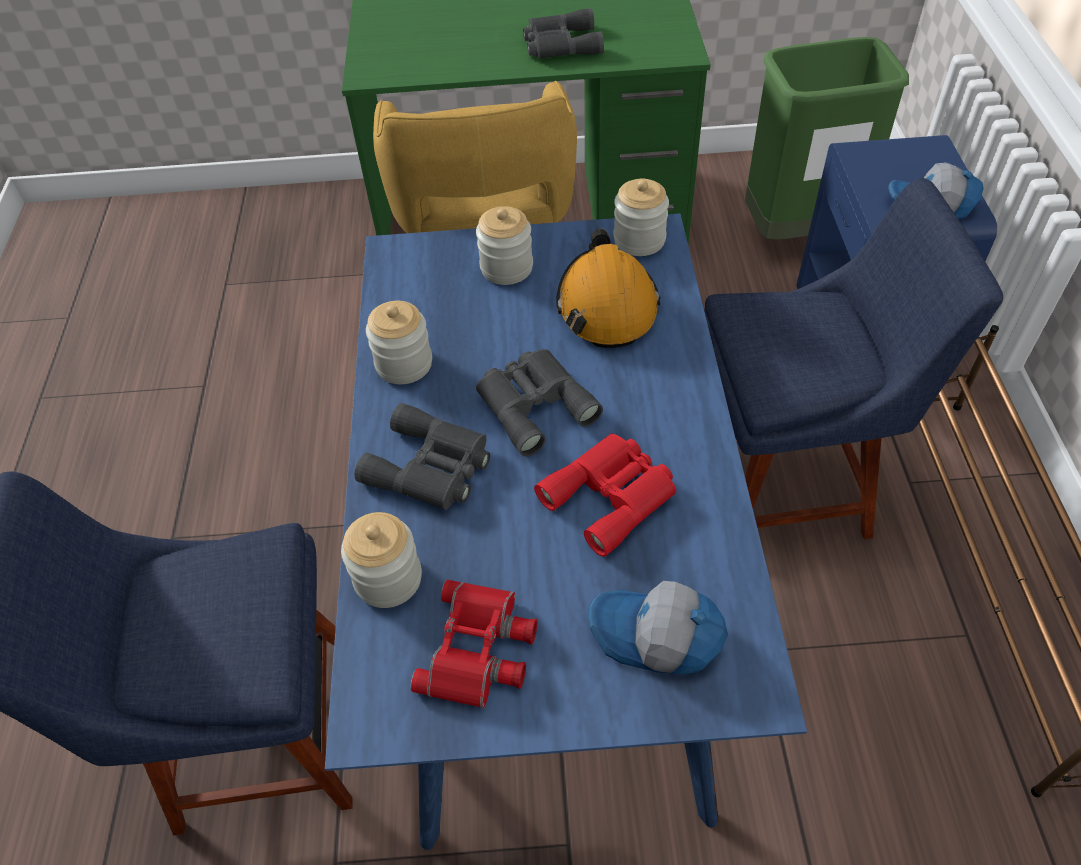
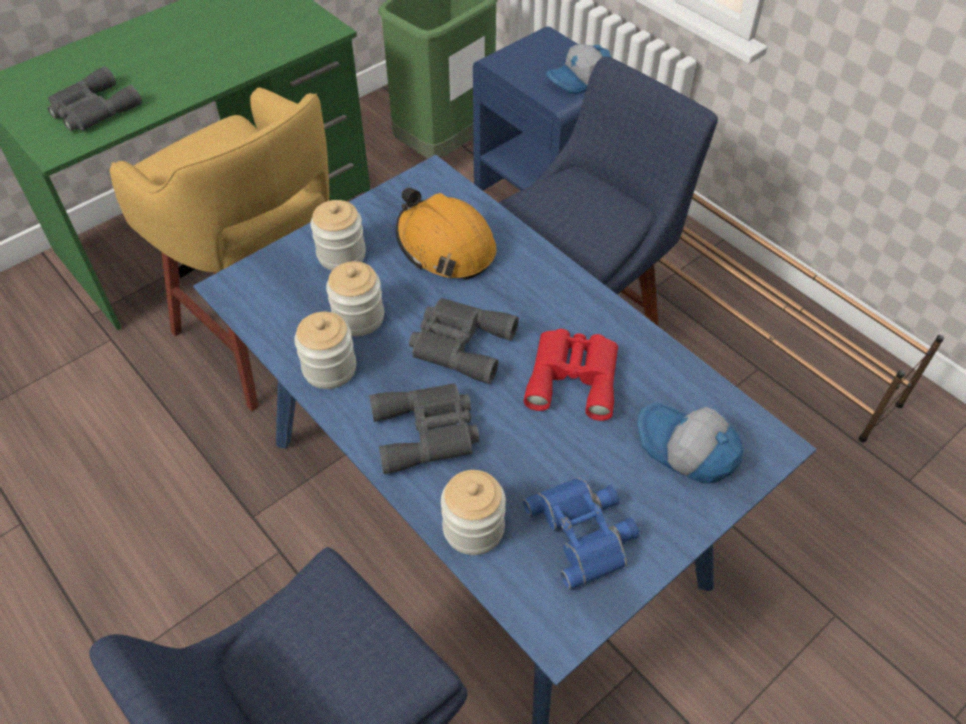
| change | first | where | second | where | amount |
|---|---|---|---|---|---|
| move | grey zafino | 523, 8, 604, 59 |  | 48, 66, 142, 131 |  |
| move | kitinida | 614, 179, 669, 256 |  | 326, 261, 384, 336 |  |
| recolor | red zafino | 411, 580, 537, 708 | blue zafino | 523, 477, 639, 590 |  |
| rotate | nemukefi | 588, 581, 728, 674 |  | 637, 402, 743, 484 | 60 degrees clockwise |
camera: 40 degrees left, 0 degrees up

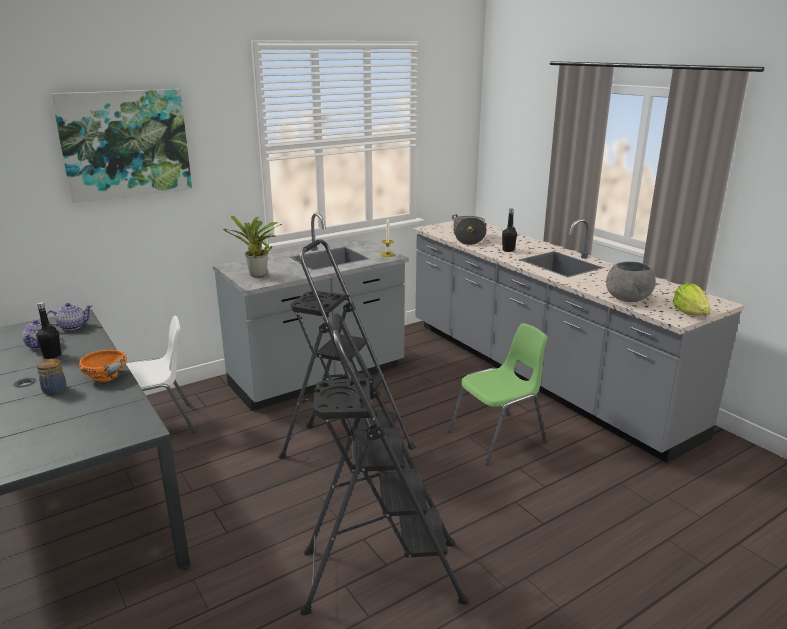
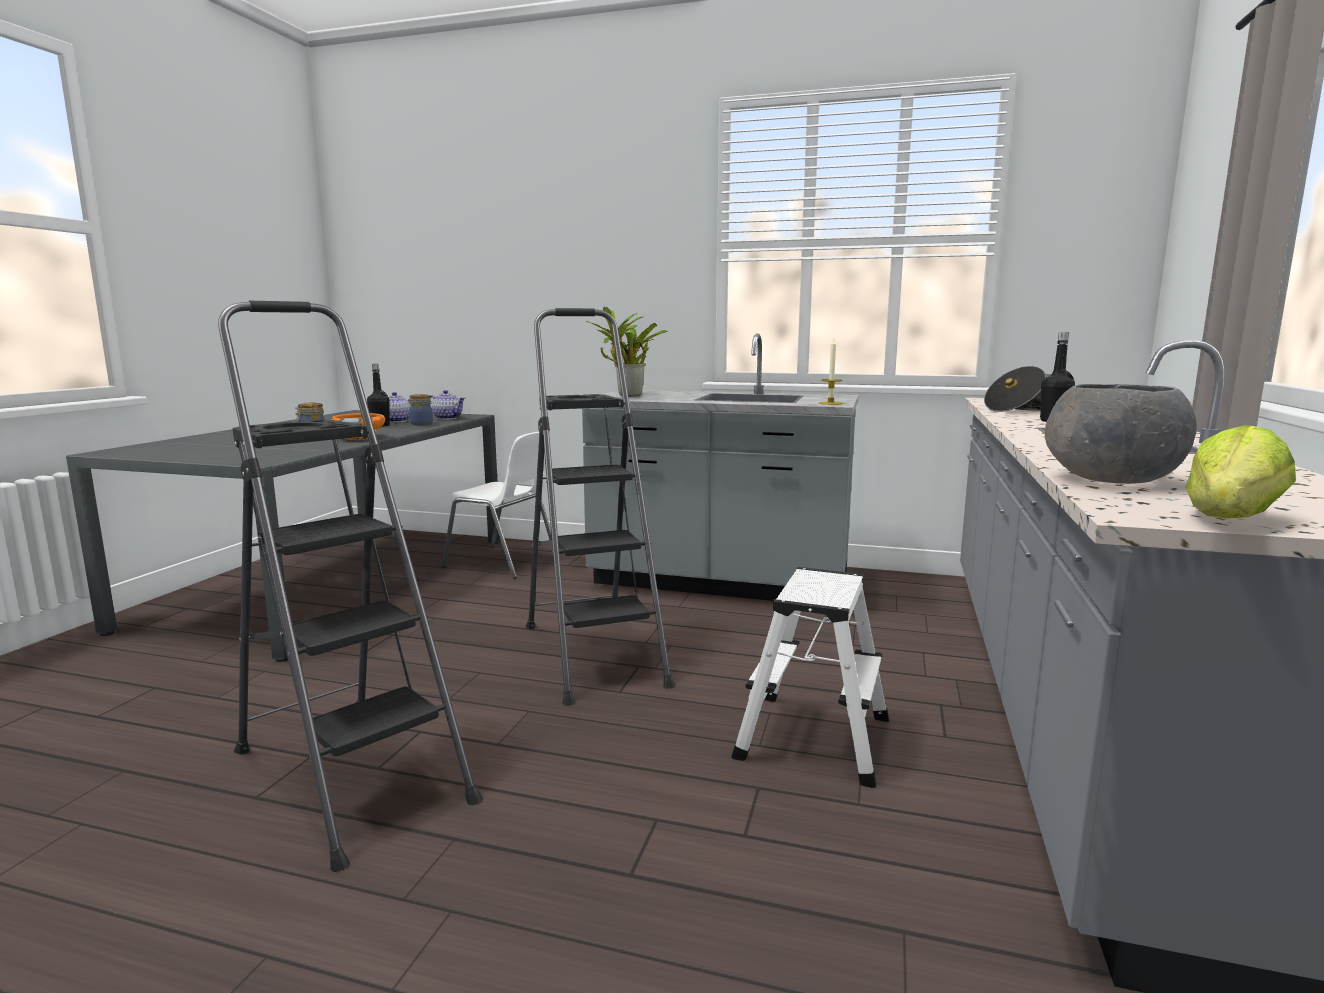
| change | first | where | second | where | amount |
|---|---|---|---|---|---|
| insert |  |  | kitinida | 409, 394, 433, 426 |  |
| replace | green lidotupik | 448, 323, 547, 465 | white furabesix | 731, 567, 889, 788 |  |
| delete | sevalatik | 51, 89, 192, 203 |  |  |  |
camera: 50 degrees right, 10 degrees down

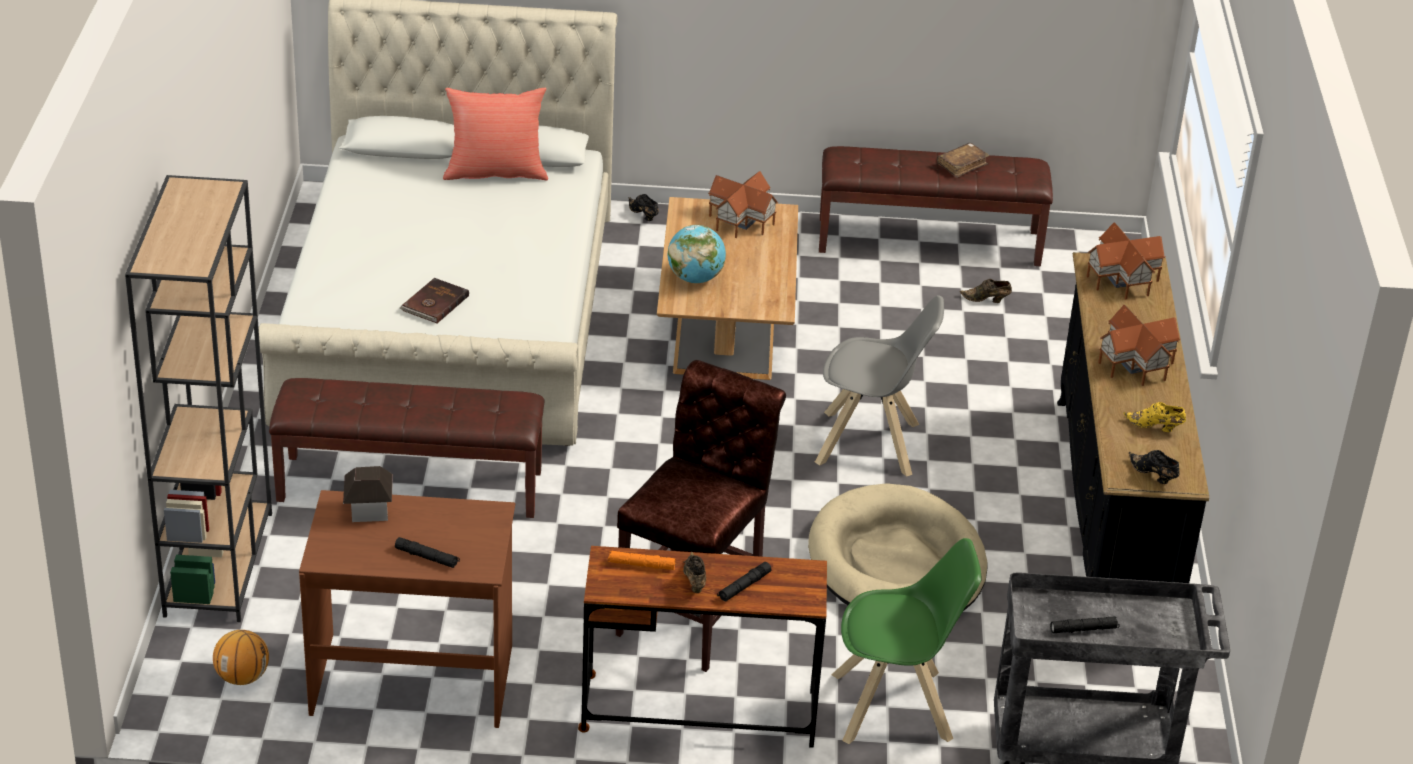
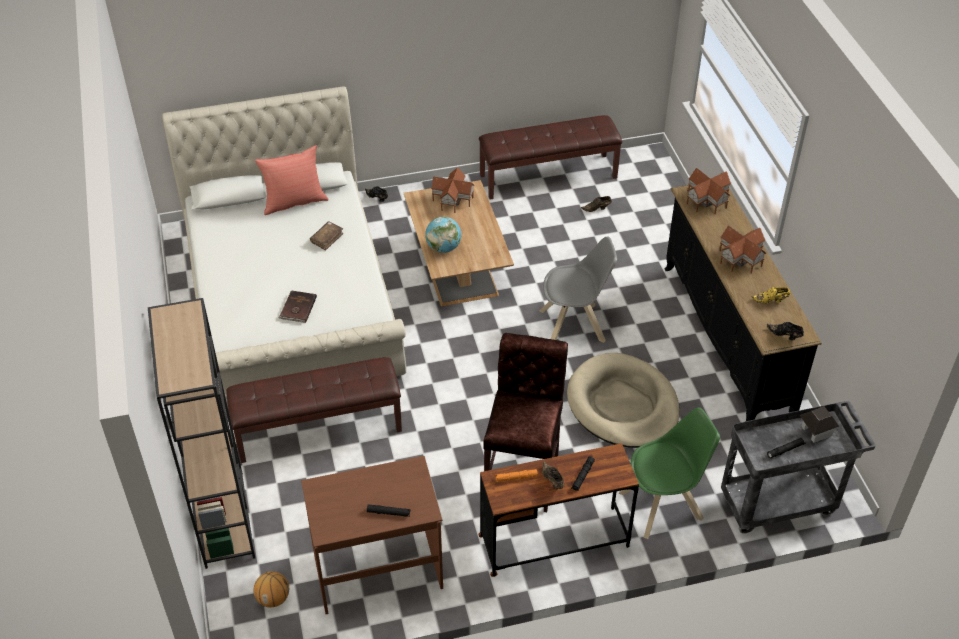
| change | first | where | second | where | amount |
|---|---|---|---|---|---|
| move | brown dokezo | 937, 143, 990, 178 |  | 310, 222, 344, 250 |  |
| move | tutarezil | 343, 466, 393, 522 |  | 800, 406, 839, 443 |  |
camera: 15 degrees left, 10 degrees up

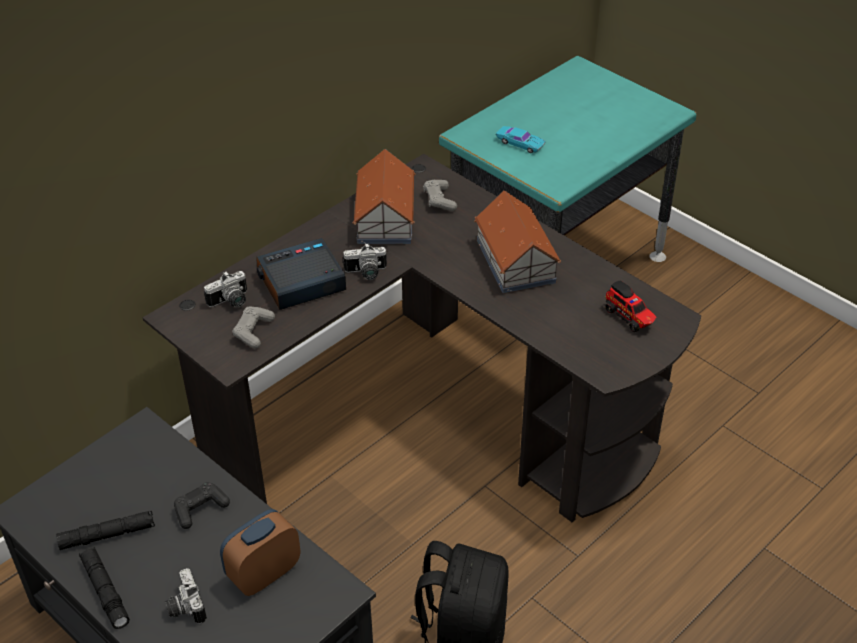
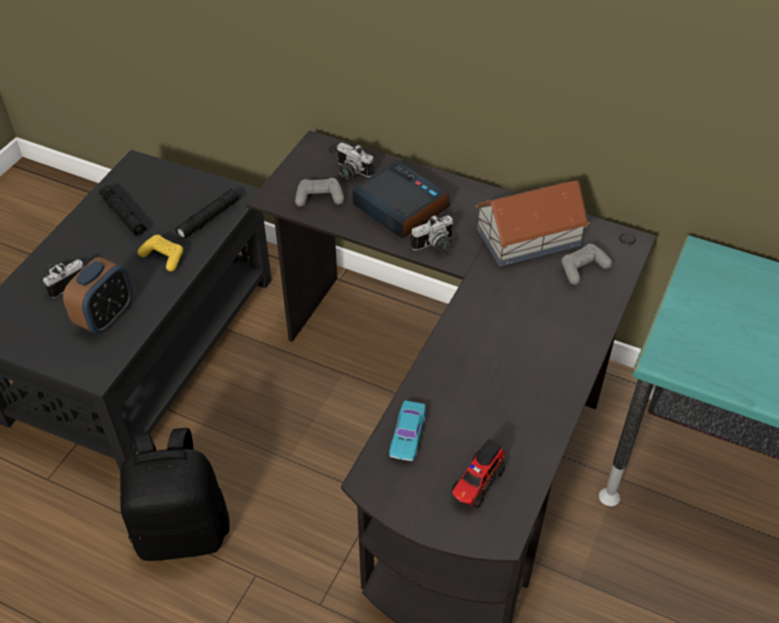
| change | first | where | second | where | amount |
|---|---|---|---|---|---|
| rotate | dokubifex | 220, 509, 300, 596 |  | 63, 257, 132, 334 | 90 degrees clockwise |
| recolor | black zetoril | 174, 482, 230, 529 | yellow zetoril | 138, 235, 183, 271 |  |
| move | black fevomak | 79, 547, 130, 629 |  | 176, 189, 241, 239 |  |
| move | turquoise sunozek | 496, 126, 545, 153 |  | 389, 401, 426, 461 |  |
| rotate | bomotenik | 343, 243, 387, 280 |  | 411, 215, 453, 253 | 90 degrees counterclockwise |
| delete | tutarezil | 474, 190, 561, 293 |  |  |  |
camera: 70 degrees right, 5 degrees up

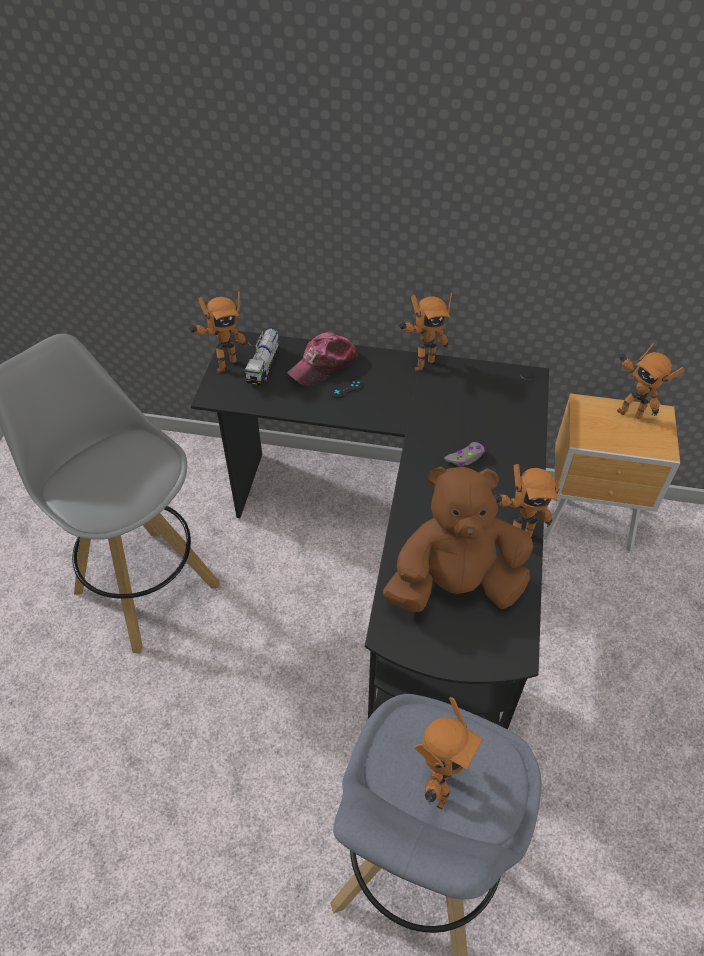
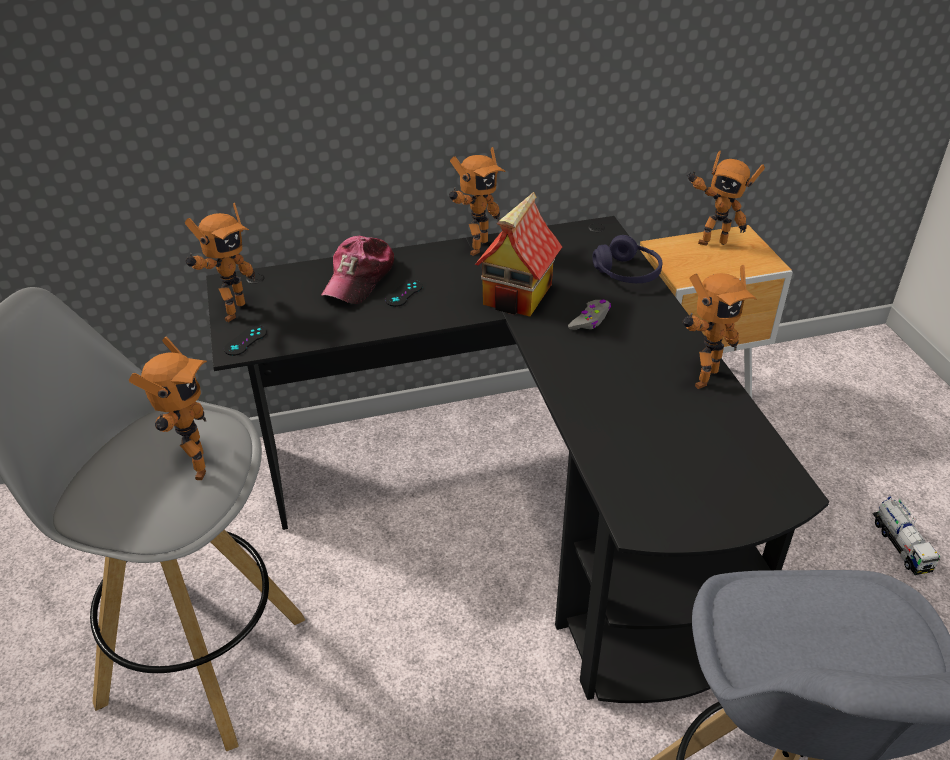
| change | first | where | second | where | amount |
|---|---|---|---|---|---|
| move | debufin | 415, 697, 483, 810 |  | 129, 337, 207, 480 |  |
| insert |  |  | black zetoril | 224, 326, 267, 356 |  |
| insert |  |  | tutarezil | 475, 192, 562, 317 |  |
| insert |  |  | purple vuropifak | 593, 235, 662, 283 |  |
| move | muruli | 245, 327, 280, 386 |  | 873, 497, 940, 575 |  |
| delete | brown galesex | 383, 467, 533, 612 |  |  |  |
camera: 25 degrees left, 10 degrees down

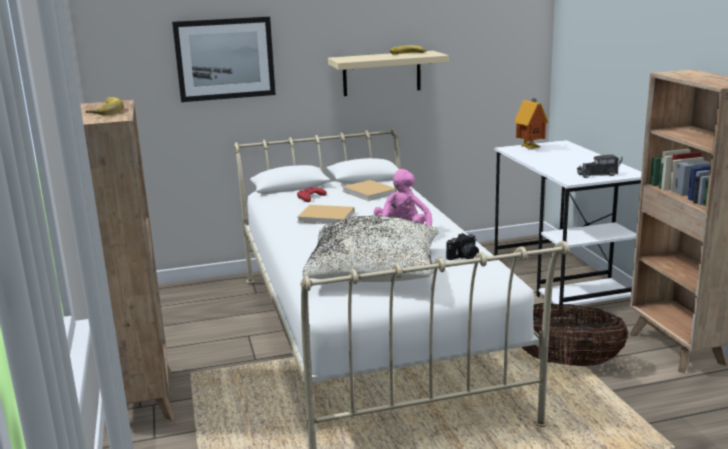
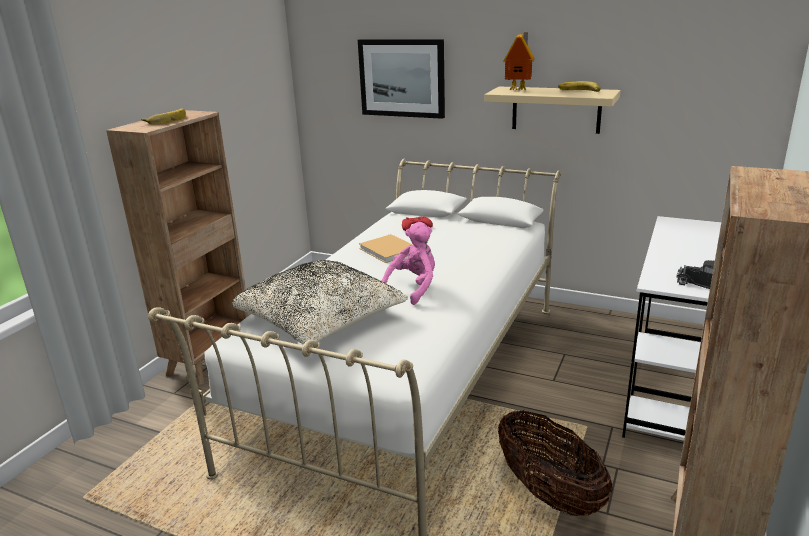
| change | first | where | second | where | amount |
|---|---|---|---|---|---|
| move | tutarezil | 514, 98, 548, 149 |  | 503, 32, 534, 90 |  |
| delete | beige dokezo | 342, 180, 397, 201 |  |  |  |
| delete | bomotenik | 446, 233, 479, 260 |  |  |  |
camera: 40 degrees right, 5 degrees up

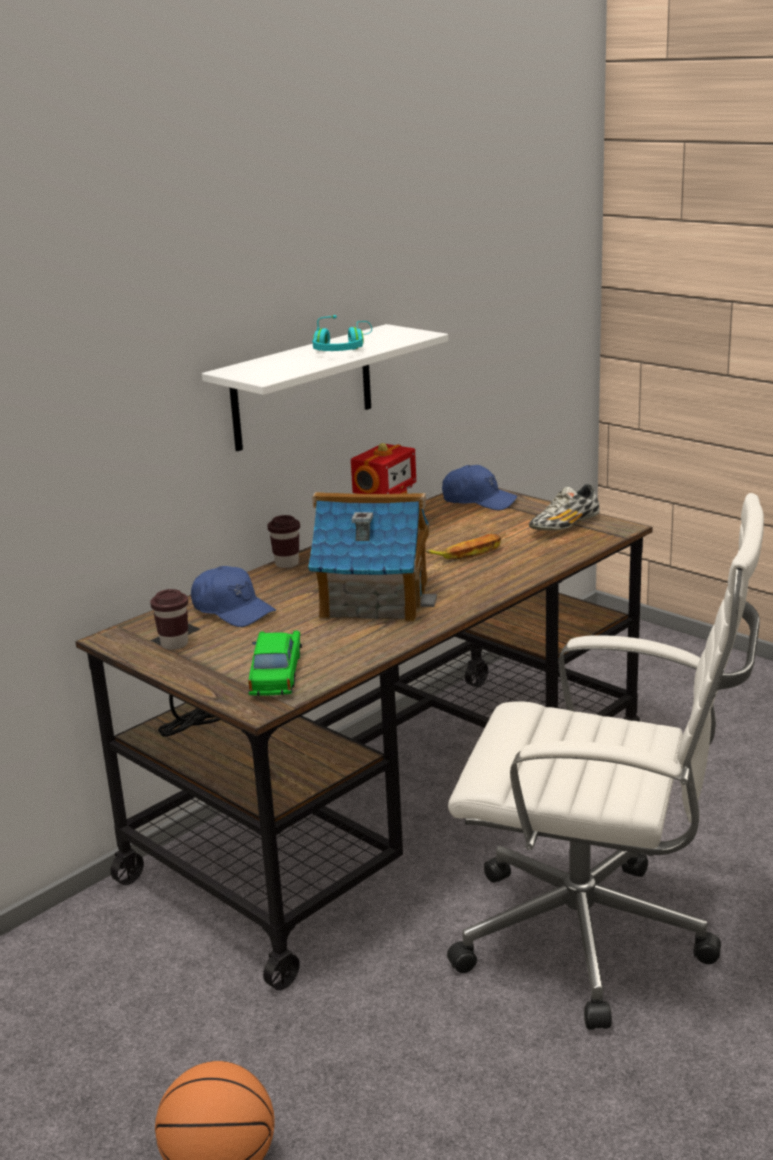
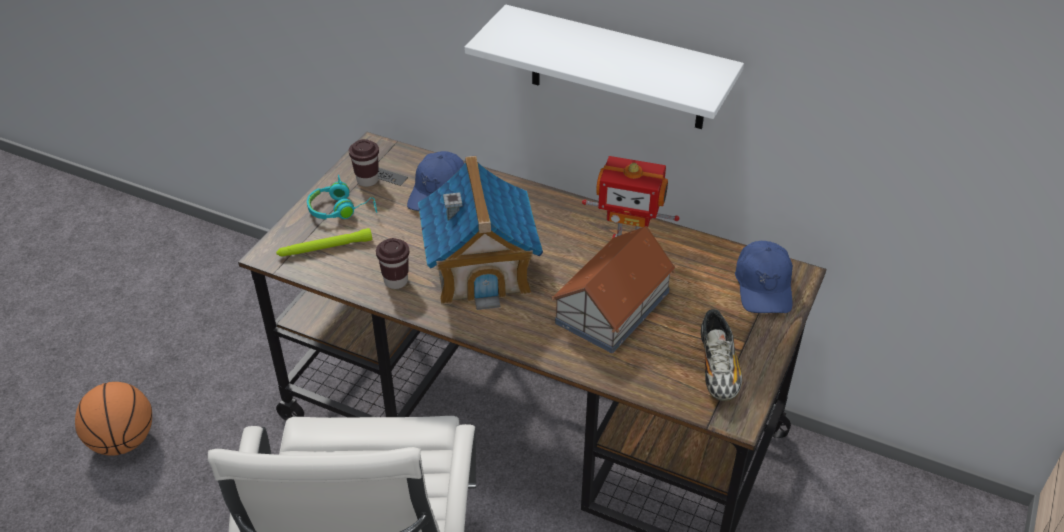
| change | first | where | second | where | amount |
|---|---|---|---|---|---|
| replace | green sunozek | 248, 630, 302, 696 | green fevomak | 276, 228, 372, 257 |  |
| move | turquoise vuropifak | 313, 315, 372, 351 |  | 307, 175, 377, 219 |  |
| move | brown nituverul | 267, 515, 300, 568 |  | 376, 238, 409, 289 |  |
| replace | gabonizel | 425, 534, 502, 559 | tutarezil | 551, 226, 675, 353 |  |
| rotate | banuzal | 529, 484, 600, 530 |  | 701, 309, 742, 401 | 120 degrees counterclockwise |
camera: 70 degrees right, 20 degrees up

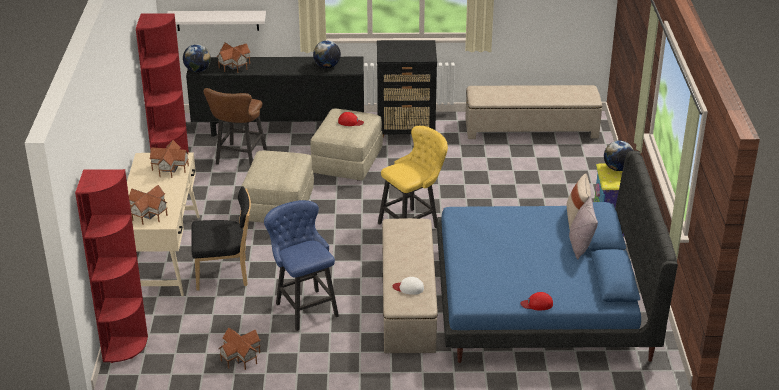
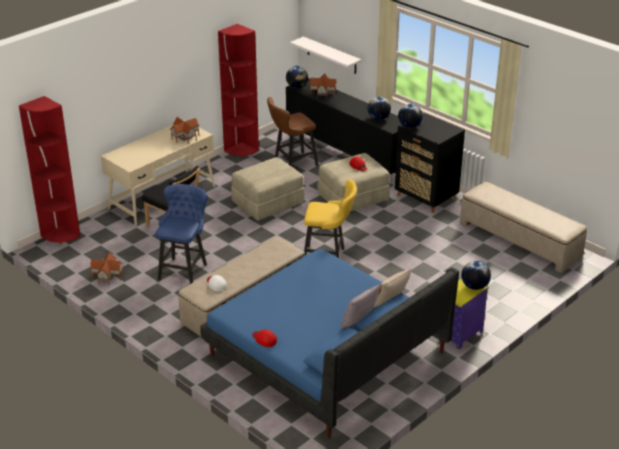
| change | first | where | second | where | amount |
|---|---|---|---|---|---|
| insert |  |  | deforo | 398, 104, 423, 128 |  |
| delete | tutarezil | 129, 185, 168, 225 |  |  |  |
camera: 45 degrees right, 0 degrees up

